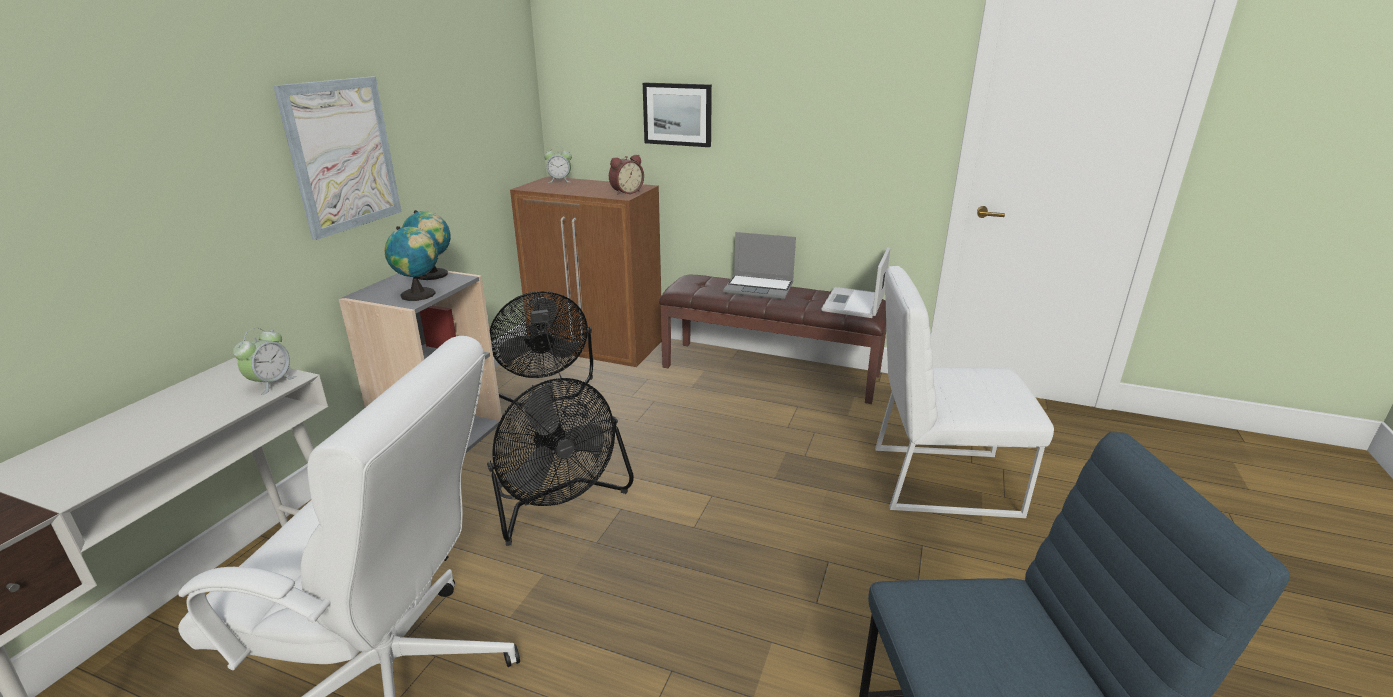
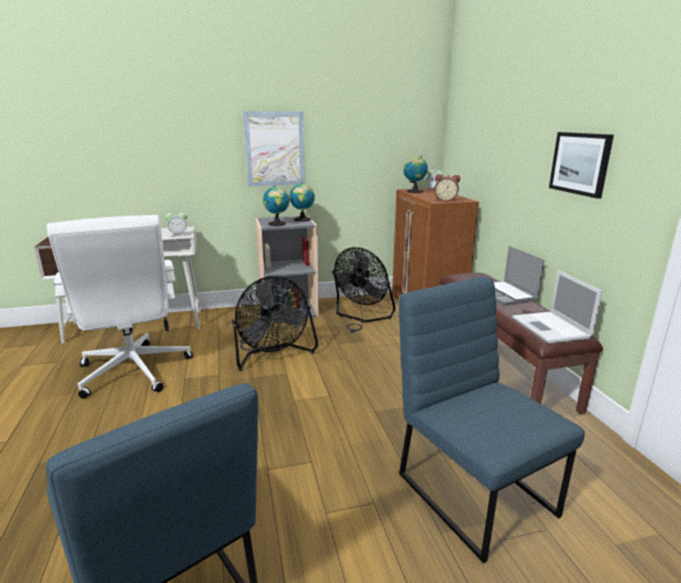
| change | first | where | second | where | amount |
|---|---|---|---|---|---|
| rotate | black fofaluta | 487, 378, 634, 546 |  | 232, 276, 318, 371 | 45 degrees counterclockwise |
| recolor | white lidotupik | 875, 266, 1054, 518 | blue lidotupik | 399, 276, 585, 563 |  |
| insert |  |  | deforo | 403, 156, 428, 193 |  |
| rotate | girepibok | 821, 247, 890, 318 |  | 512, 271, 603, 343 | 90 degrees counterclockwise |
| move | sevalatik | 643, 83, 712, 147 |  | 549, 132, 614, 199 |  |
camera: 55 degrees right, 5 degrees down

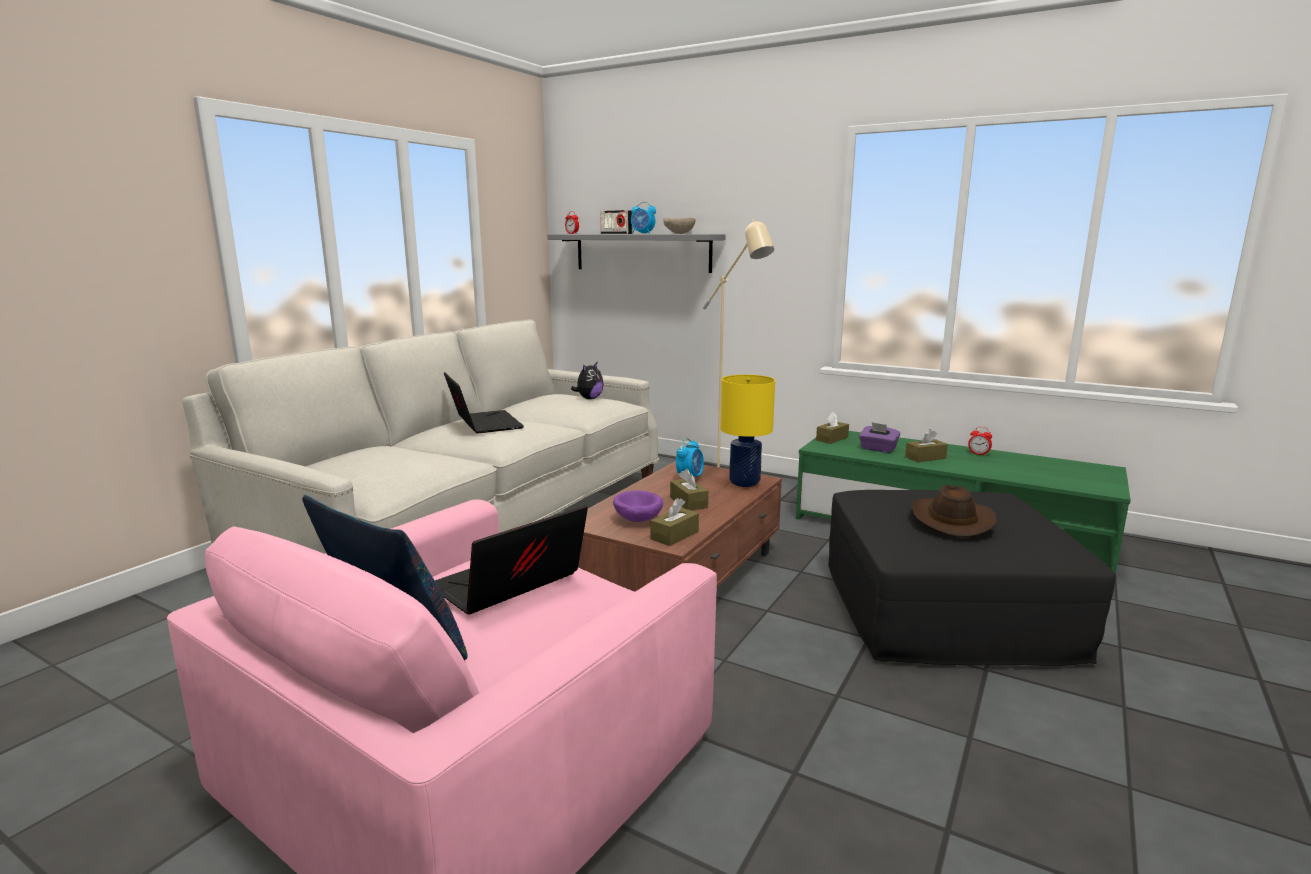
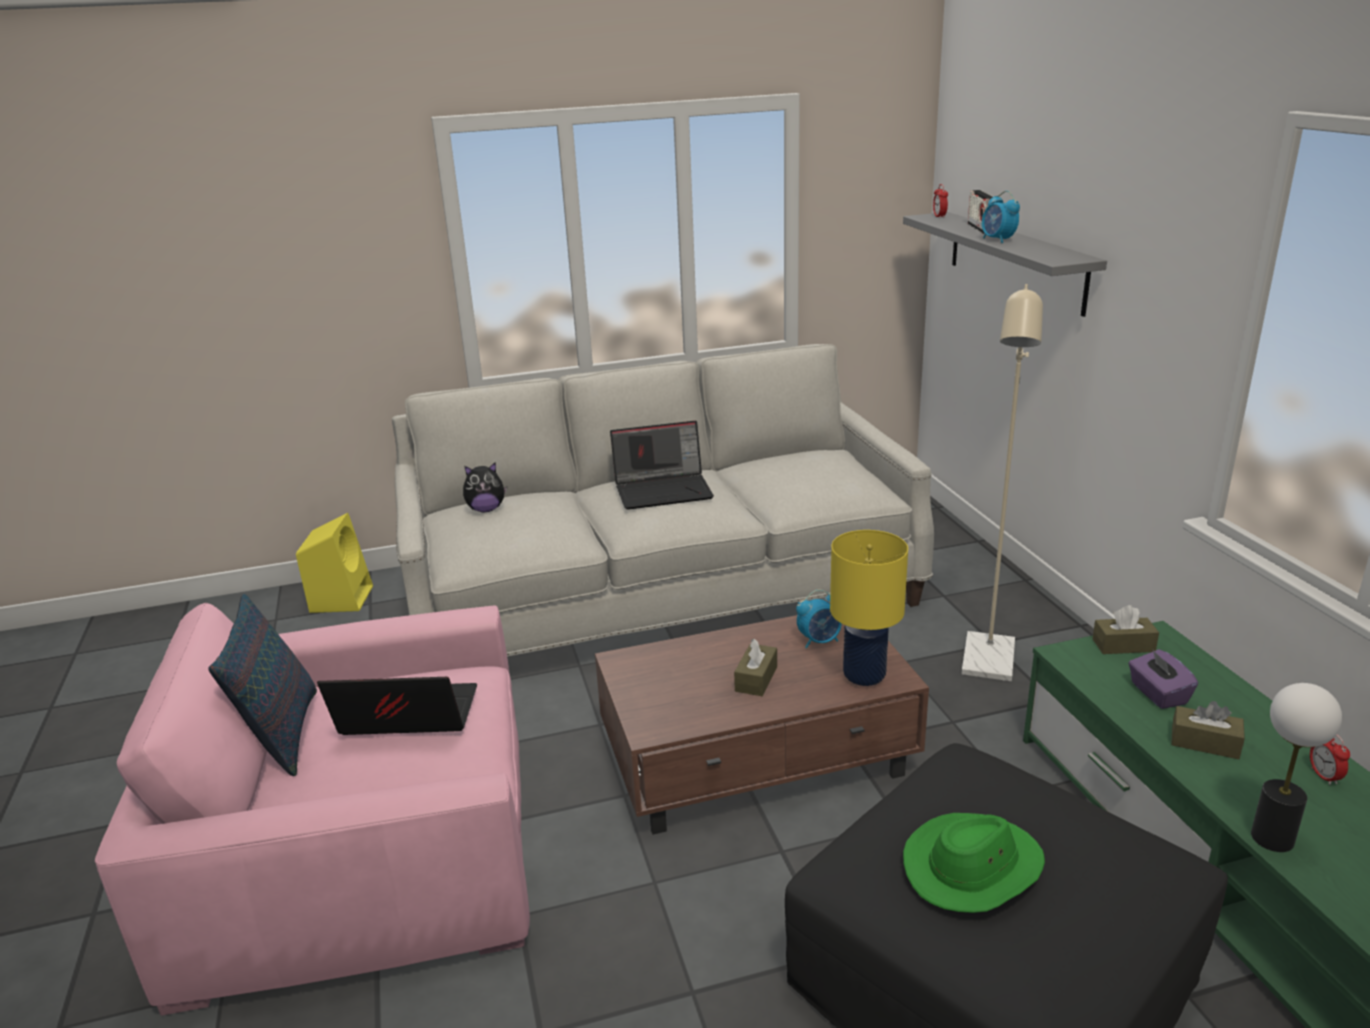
| change | first | where | second | where | amount |
|---|---|---|---|---|---|
| insert |  |  | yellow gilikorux | 296, 513, 373, 613 |  |
| move | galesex | 571, 362, 604, 399 |  | 463, 463, 507, 512 |  |
| rotate | girepibok | 444, 372, 524, 434 |  | 610, 421, 714, 510 | 60 degrees clockwise |
| recolor | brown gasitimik | 911, 485, 997, 537 | green gasitimik | 903, 813, 1045, 913 |  |
| insert |  |  | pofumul | 1251, 683, 1342, 852 |  |
| delete | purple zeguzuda | 613, 490, 663, 522 |  |  |  |
| delete | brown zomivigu | 651, 498, 699, 546 |  |  |  |
| delete | beige zeguzuda | 664, 217, 695, 234 |  |  |  |
camera: 45 degrees right, 10 degrees up

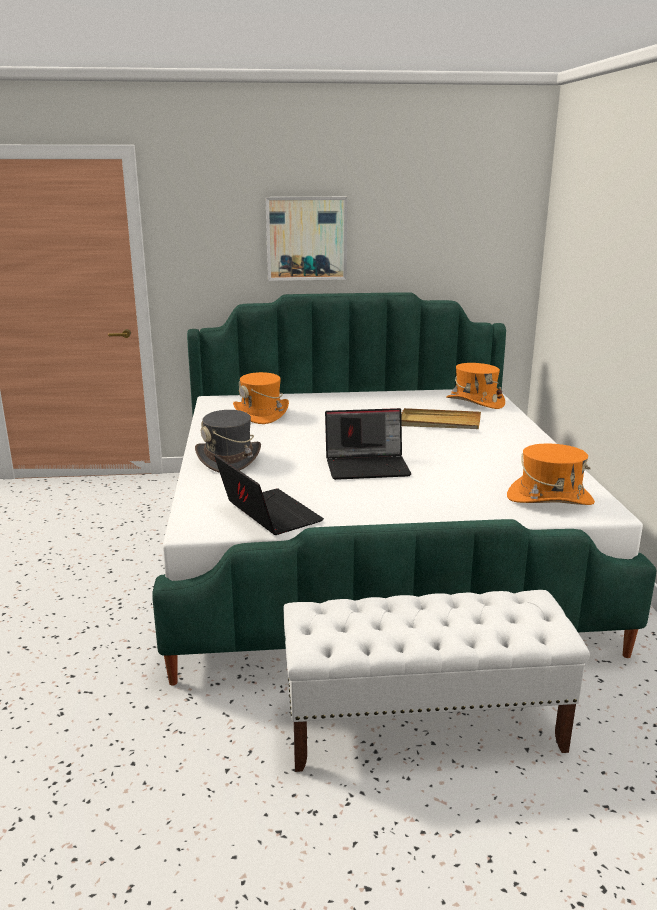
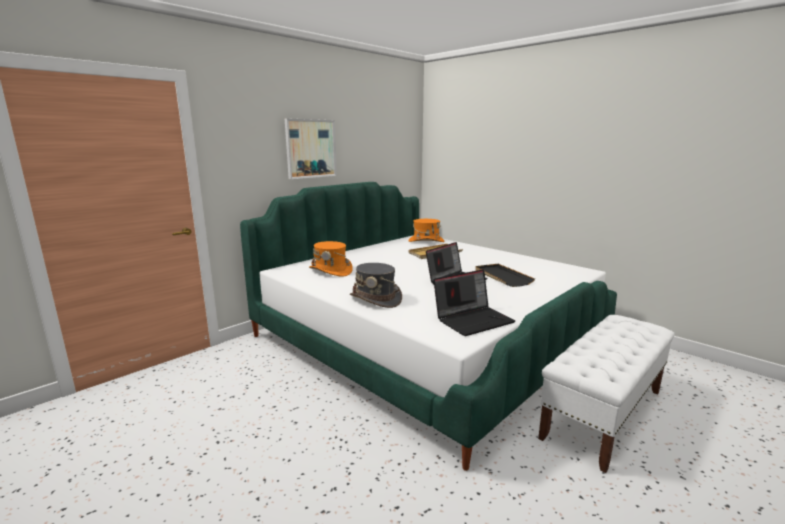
| change | first | where | second | where | amount |
|---|---|---|---|---|---|
| rotate | girepibok | 214, 454, 324, 535 |  | 433, 269, 515, 336 | 135 degrees clockwise |
| insert |  |  | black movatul | 475, 264, 535, 287 |  |
| delete | orange gasitimik | 507, 444, 595, 505 |  |  |  |
camera: 40 degrees left, 5 degrees down

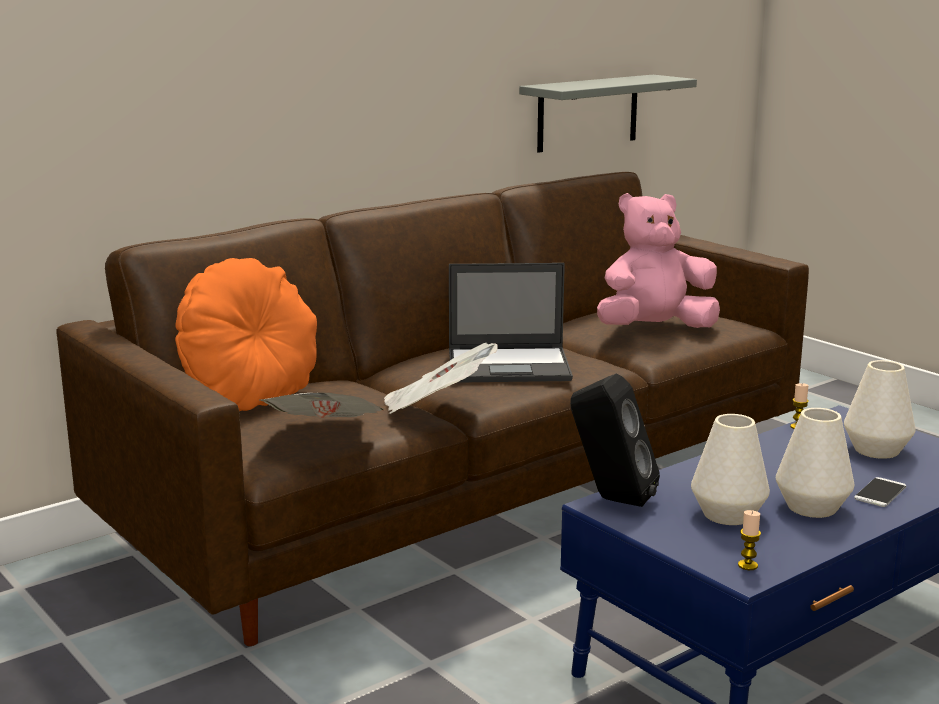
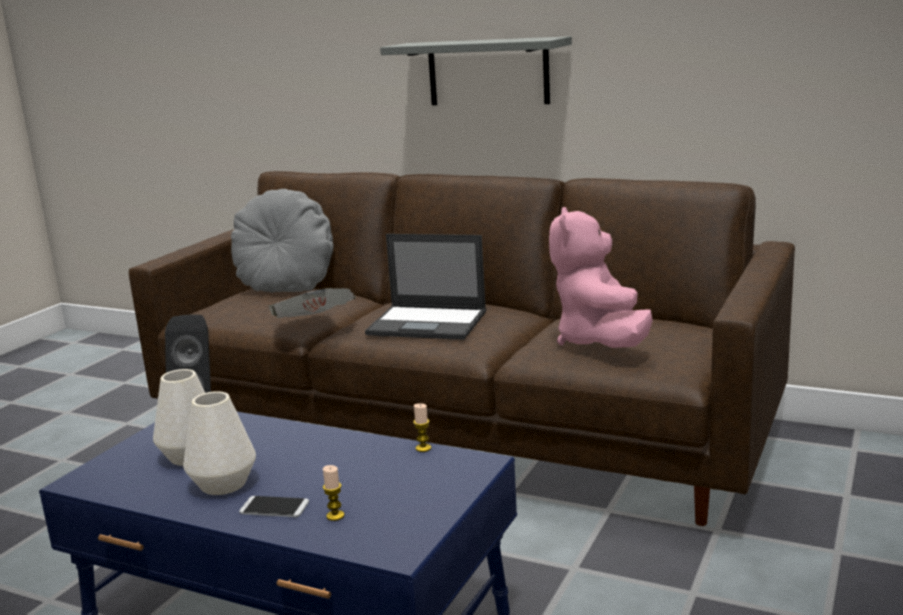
| change | first | where | second | where | amount |
|---|---|---|---|---|---|
| recolor | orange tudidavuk | 175, 258, 317, 411 | grey tudidavuk | 231, 189, 334, 293 |  |
| move | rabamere | 738, 510, 761, 570 |  | 323, 465, 345, 521 |  |
| rotate | girepibok | 449, 263, 573, 382 |  | 365, 234, 486, 340 | 45 degrees counterclockwise |
| move | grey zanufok | 519, 75, 697, 153 |  | 380, 36, 572, 105 |  |
| rotate | pink galesex | 597, 193, 720, 328 |  | 549, 207, 653, 348 | 135 degrees counterclockwise |
| delete | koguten | 260, 393, 383, 418 |  |  |  |
| delete | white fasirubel | 844, 360, 915, 459 |  |  |  |
camera: 65 degrees right, 0 degrees up

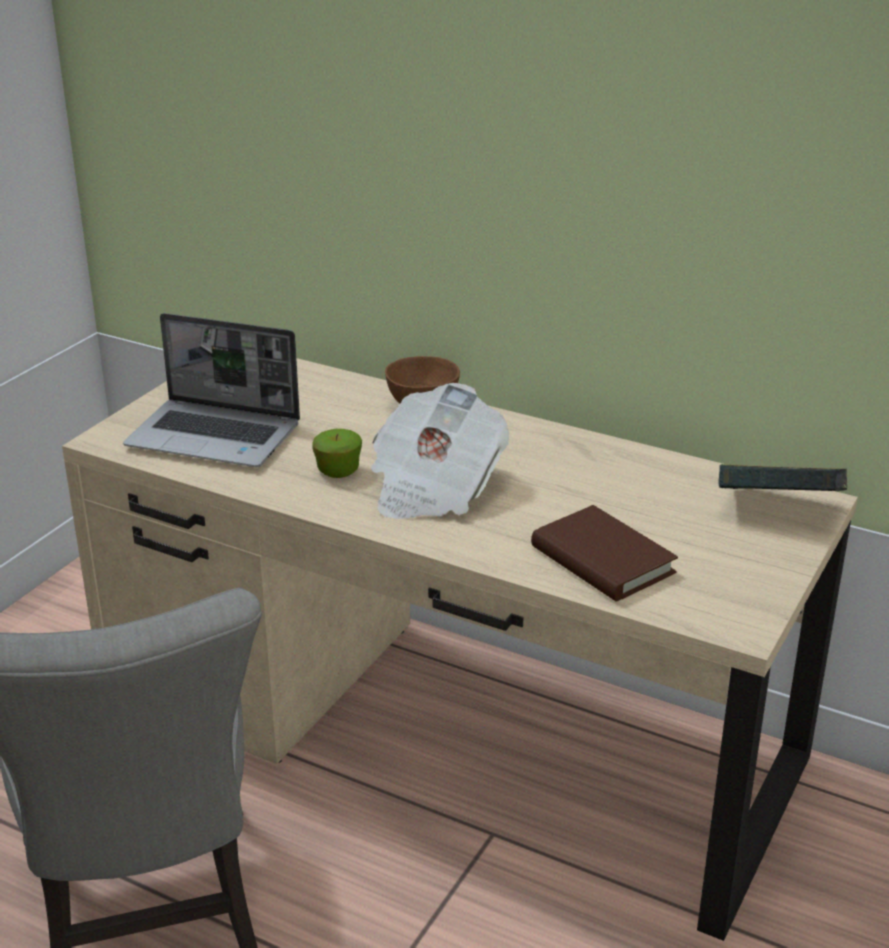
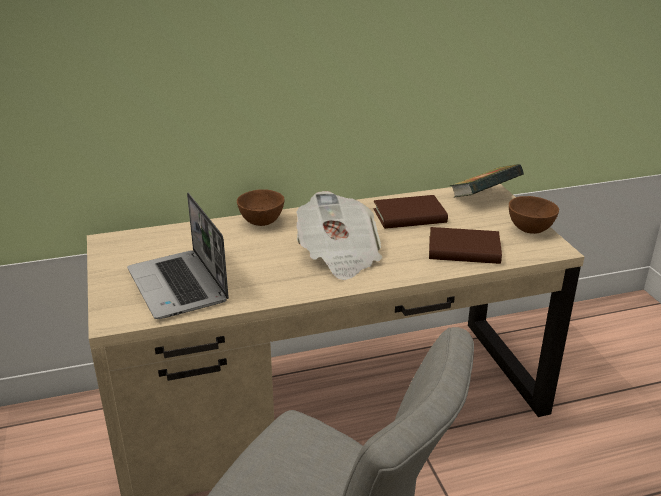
| change | first | where | second | where | amount |
|---|---|---|---|---|---|
| rotate | girepibok | 123, 313, 300, 467 |  | 127, 193, 229, 319 | 90 degrees clockwise |
| insert |  |  | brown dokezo | 374, 195, 448, 229 |  |
| insert |  |  | brown zeguzuda | 509, 196, 559, 234 |  |
| delete | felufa | 312, 429, 362, 478 |  |  |  |
camera: 45 degrees left, 0 degrees up

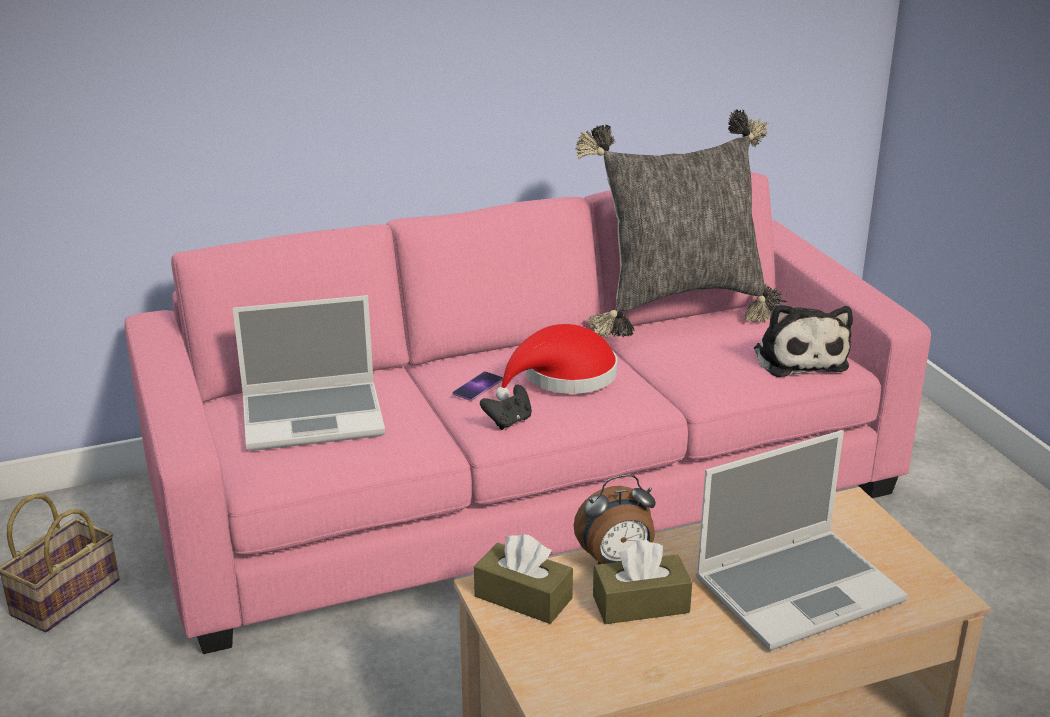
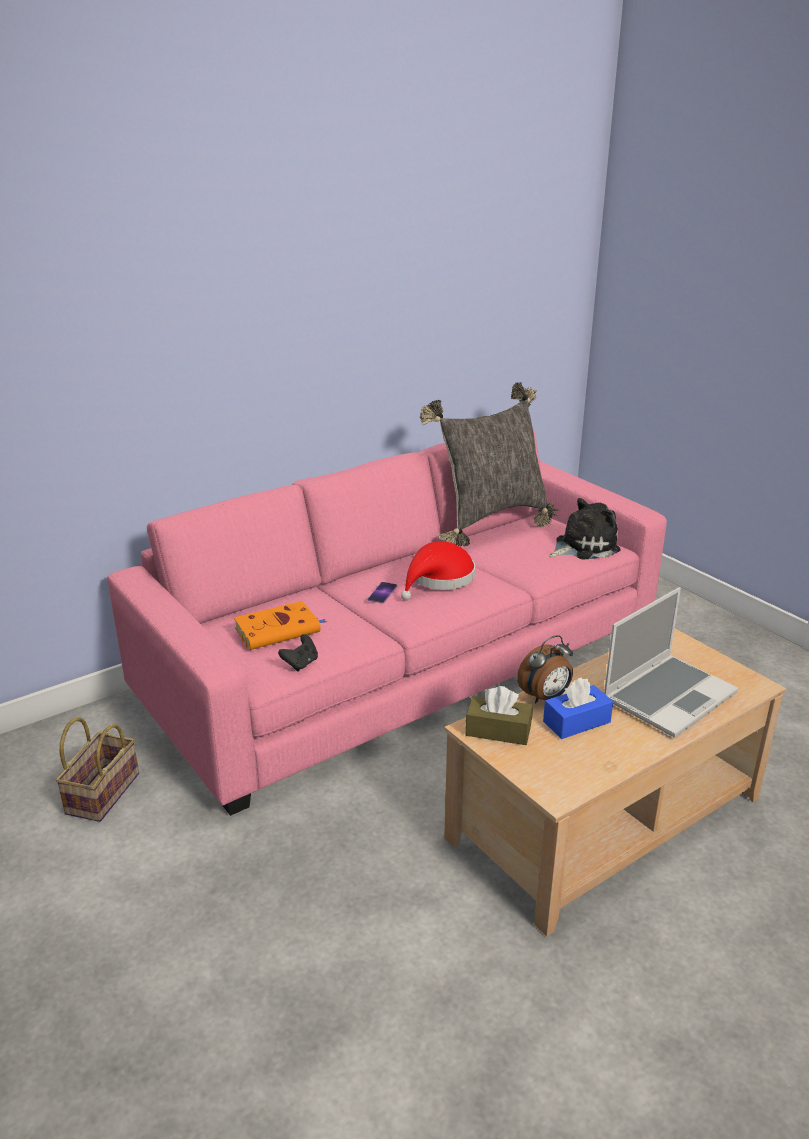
| change | first | where | second | where | amount |
|---|---|---|---|---|---|
| replace | girepibok | 233, 295, 385, 451 | orange dokezo | 234, 601, 328, 650 |  |
| move | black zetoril | 480, 385, 532, 430 |  | 278, 634, 318, 671 |  |
| recolor | brown zomivigu | 593, 540, 692, 624 | blue zomivigu | 543, 677, 613, 739 |  |
| rotate | galesex | 754, 304, 853, 377 |  | 549, 498, 621, 560 | 90 degrees counterclockwise |
camera: 15 degrees left, 0 degrees up

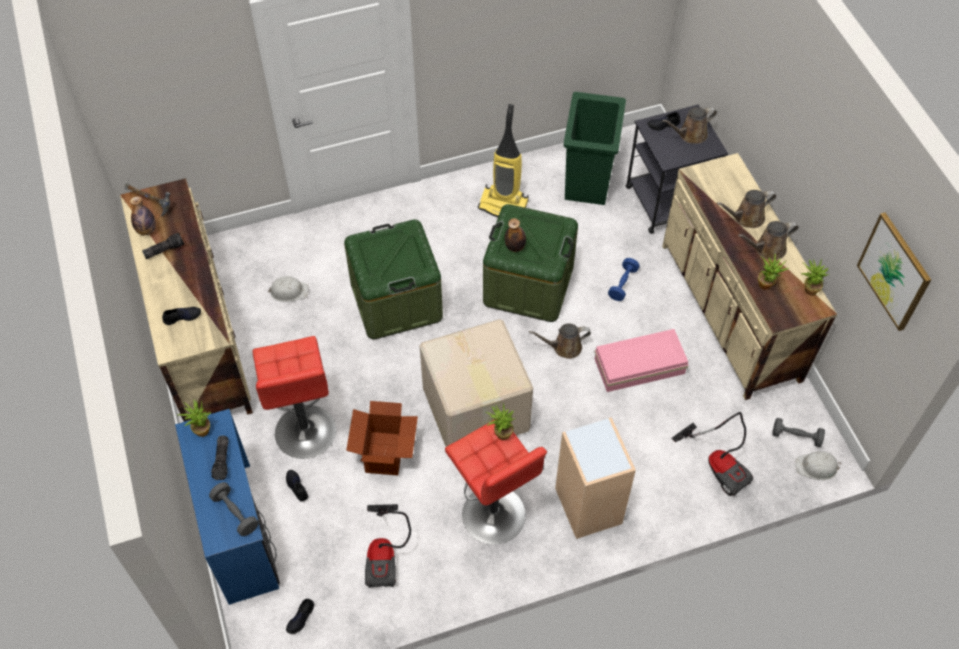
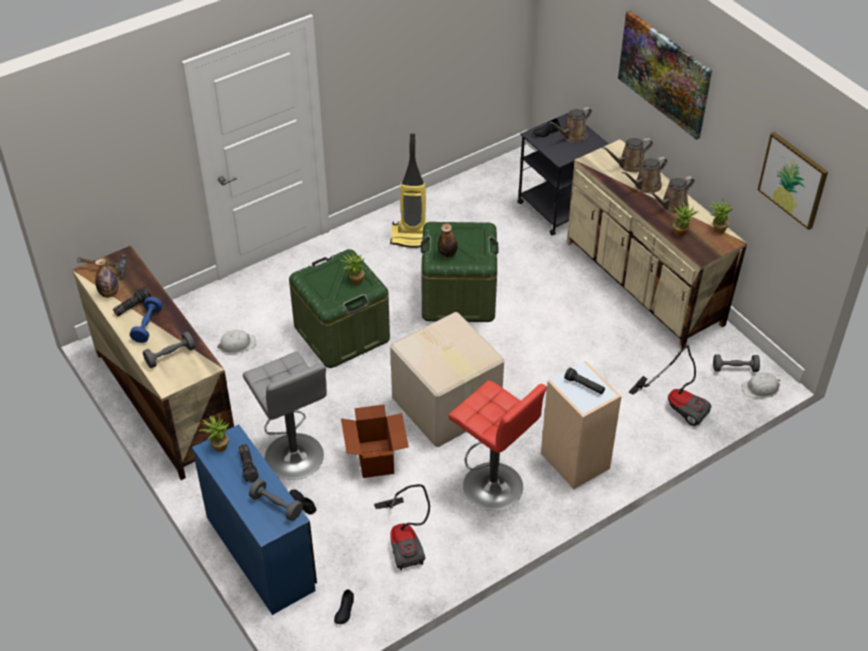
| change | first | where | second | where | amount |
|---|---|---|---|---|---|
| move | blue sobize | 608, 258, 640, 301 |  | 130, 297, 163, 343 |  |
| replace | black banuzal | 162, 307, 201, 325 | grey sobize | 143, 331, 195, 368 |  |
| recolor | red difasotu | 253, 336, 336, 459 | grey difasotu | 243, 351, 327, 480 |  |
| move | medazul | 486, 403, 515, 440 |  | 340, 250, 365, 285 |  |
| insert |  |  | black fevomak | 564, 368, 605, 394 |  |
| move | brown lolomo | 529, 324, 591, 359 |  | 601, 138, 653, 172 |  |
| insert |  |  | sevalatik | 618, 11, 712, 140 |  |
| delete | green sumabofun | 564, 92, 626, 205 |  |  |  |
| delete | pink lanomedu | 595, 329, 689, 392 |  |  |  |
camera: 15 degrees left, 10 degrees down

